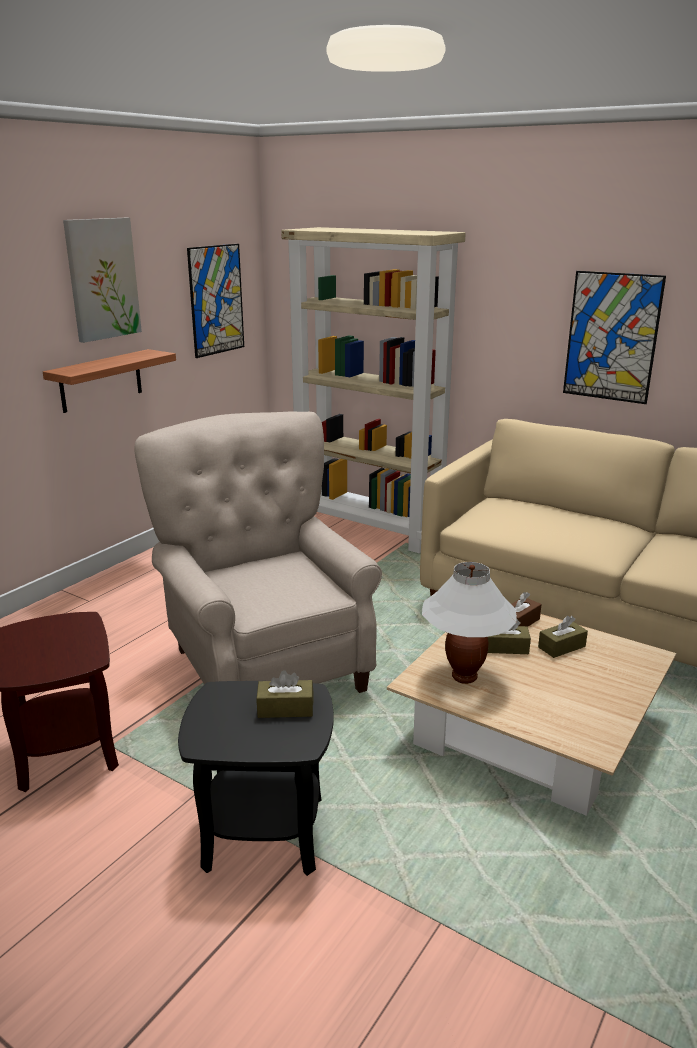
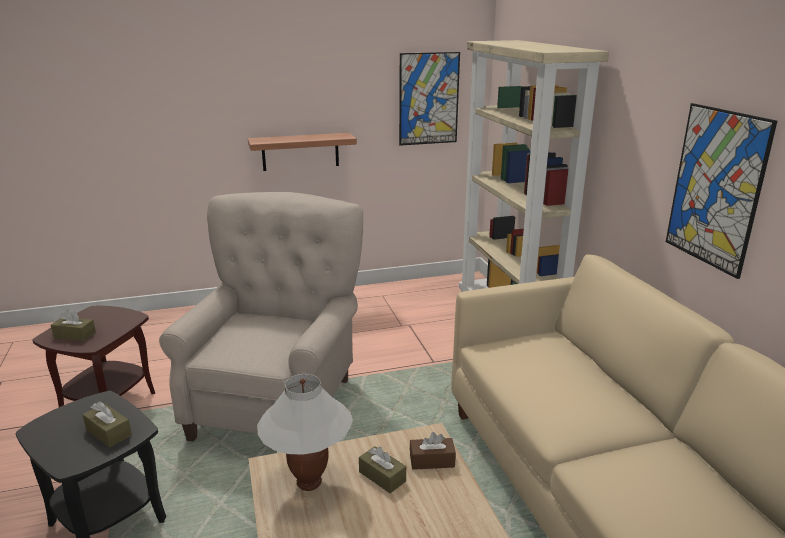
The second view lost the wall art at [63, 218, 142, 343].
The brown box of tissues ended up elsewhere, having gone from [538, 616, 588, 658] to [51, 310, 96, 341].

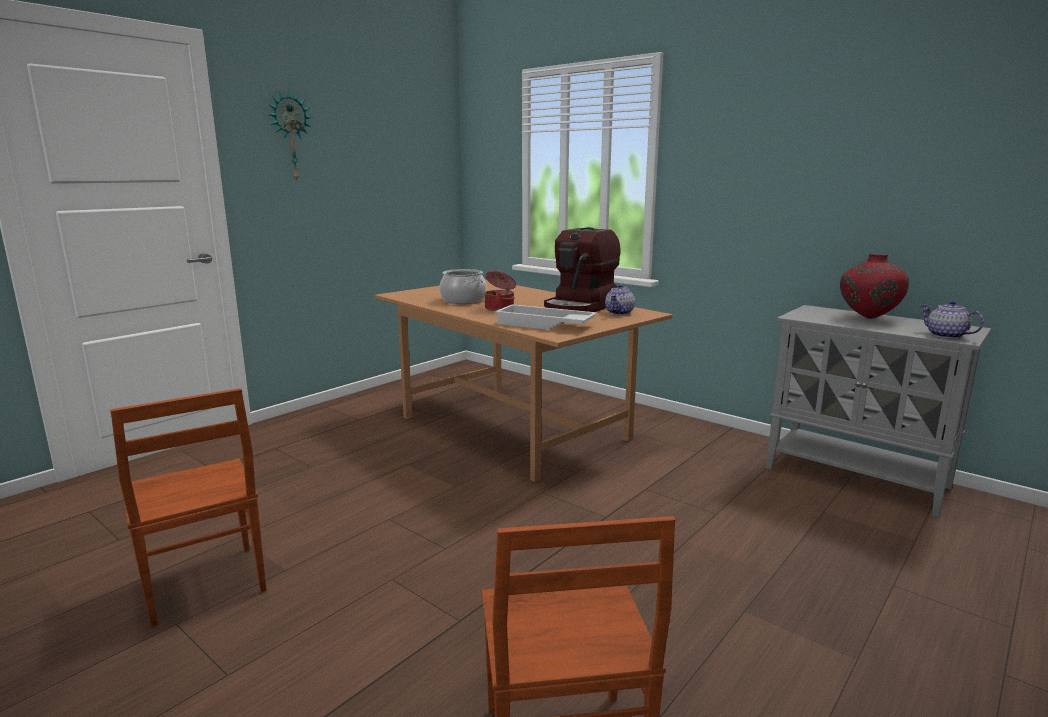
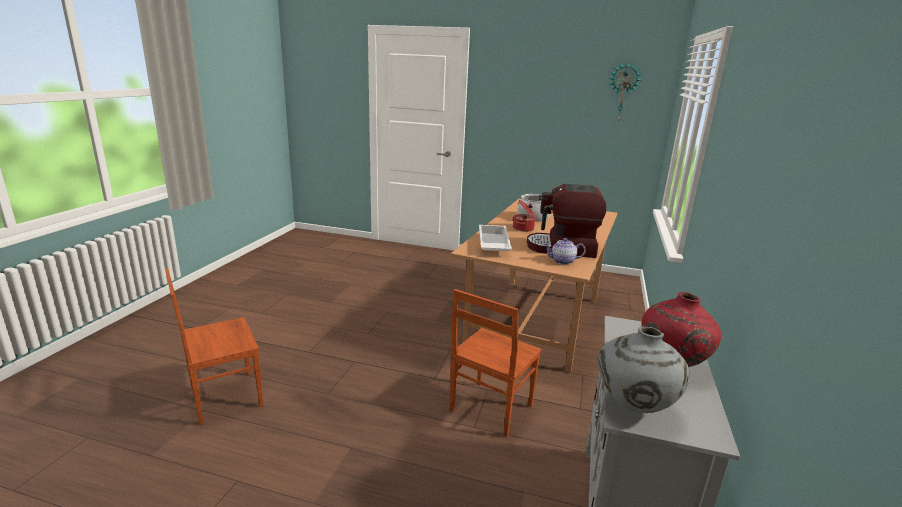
The brown chair ended up elsewhere, having gone from [110, 388, 266, 627] to [450, 289, 542, 437].
The hanging clock ended up elsewhere, having gone from [268, 90, 312, 182] to [609, 63, 642, 122].
Where the pot for tea stood at [920, 300, 984, 339], the gray flower vase came to stand at [598, 327, 690, 413].

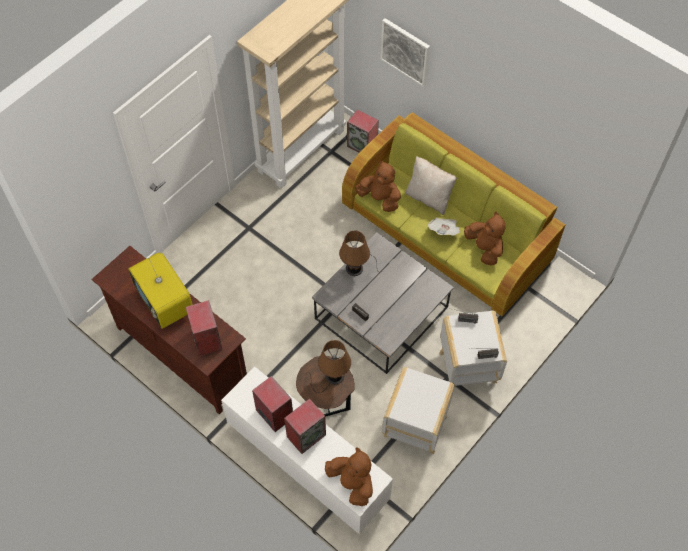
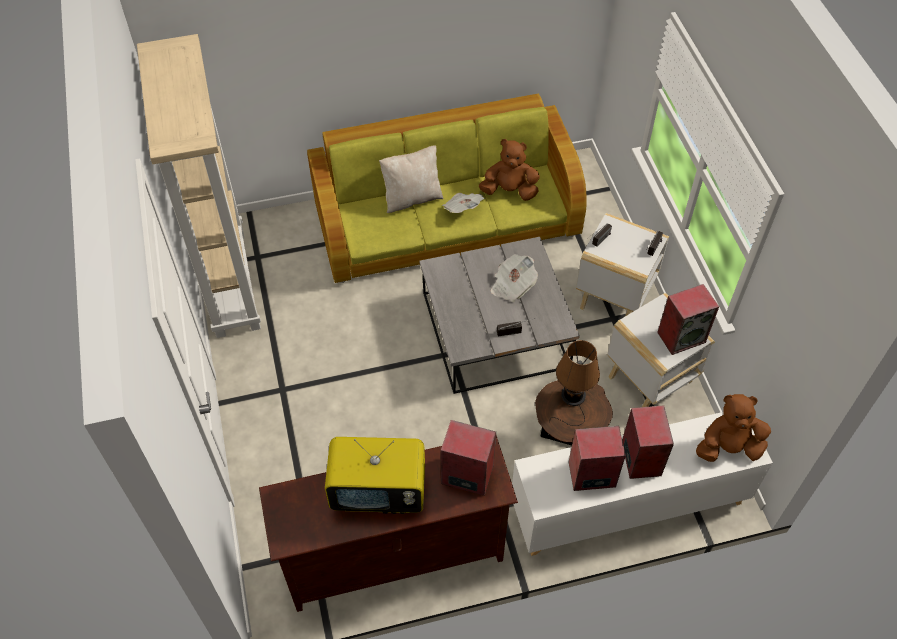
The second view lost the brown table lamp at [339, 231, 382, 276].
The second view lost the brown cuddly toy at [355, 160, 401, 212].
The second view lost the wall art at [381, 18, 430, 87].
The second view gained the printed paper at [491, 254, 538, 302].
The loudspeaker ended up elsewhere, having gone from [347, 109, 379, 153] to [657, 284, 719, 355].

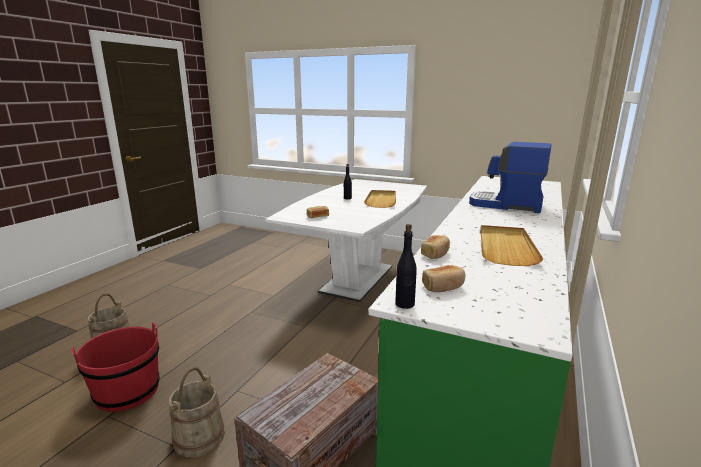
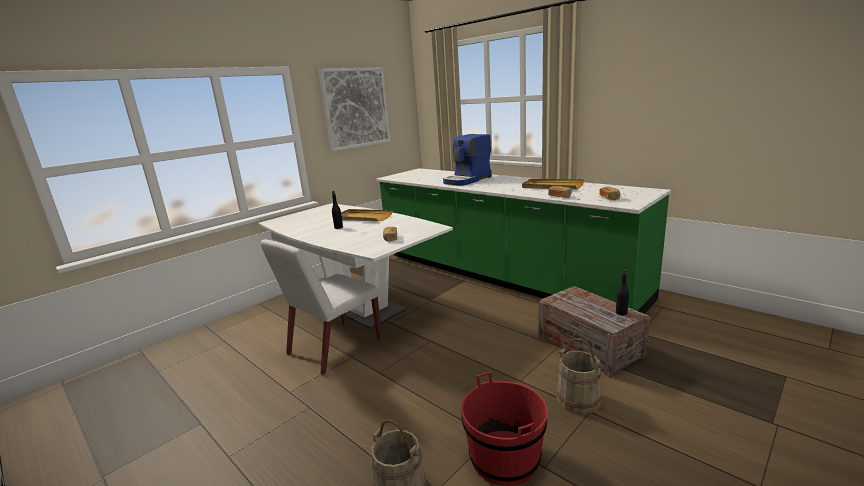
The second view gained the white-coloured chair at [260, 239, 382, 375].
The second view gained the wall art at [318, 67, 390, 152].
The black-coloured drink bottle ended up elsewhere, having gone from [395, 224, 417, 309] to [616, 269, 629, 315].

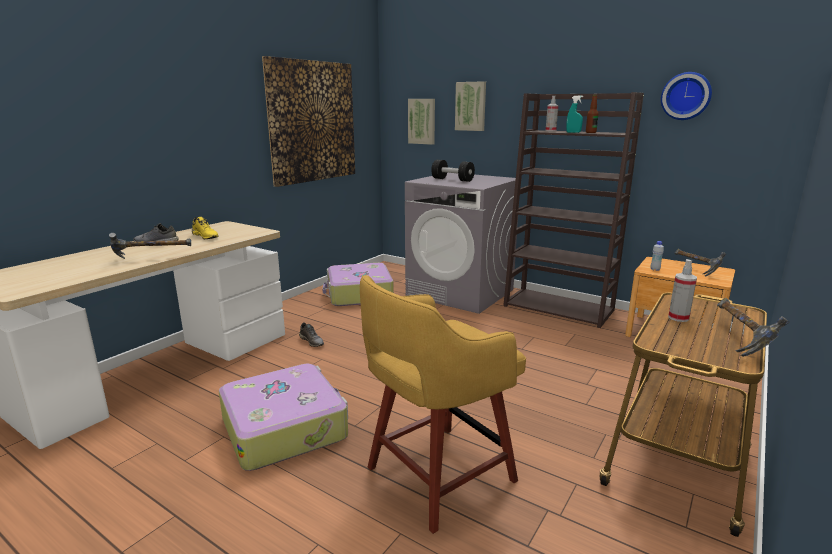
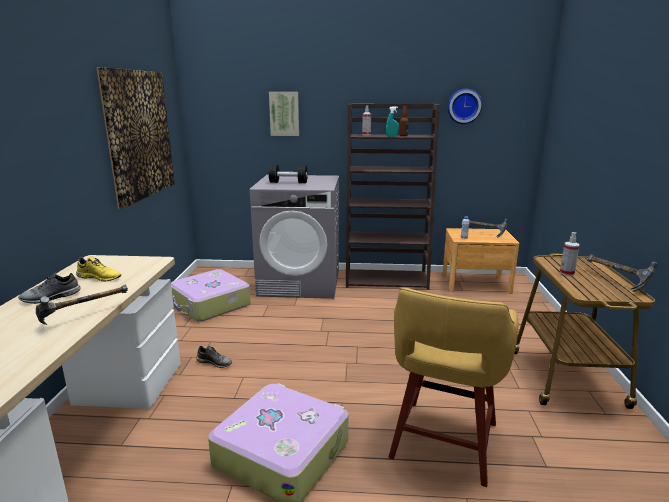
The second view lost the wall art at [408, 99, 435, 145].

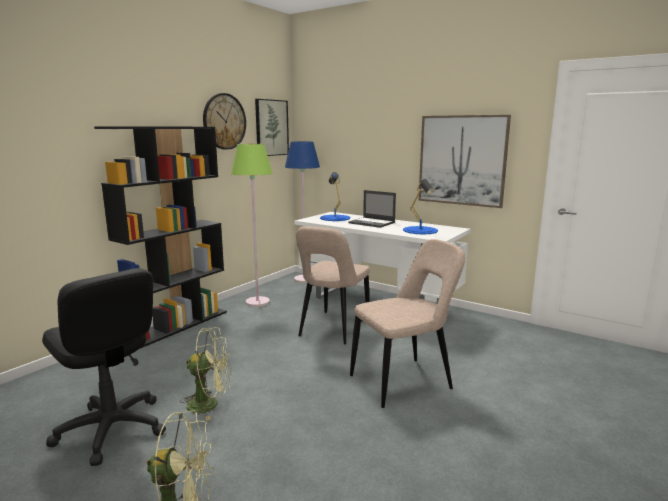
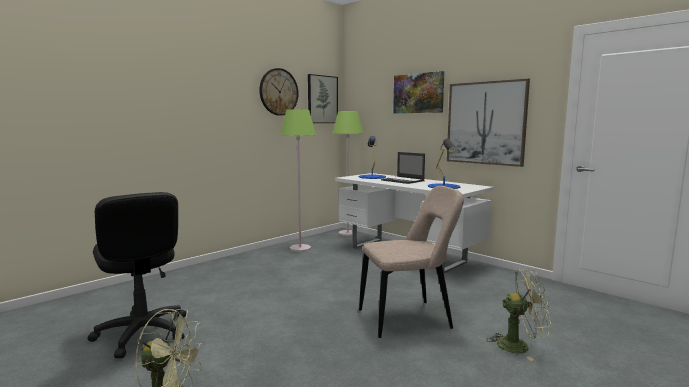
The second view lost the black-coloured shelving unit at [94, 126, 227, 348].
The second view lost the beige chair at [296, 226, 370, 344].
The second view gained the wall art at [393, 71, 445, 113].
The greenish electric fan ended up elsewhere, having gone from [180, 327, 231, 421] to [486, 269, 551, 361].
What was the blue-coloured floor lamp at [285, 141, 320, 283] turned into the greenish floor lamp at [333, 111, 363, 236].

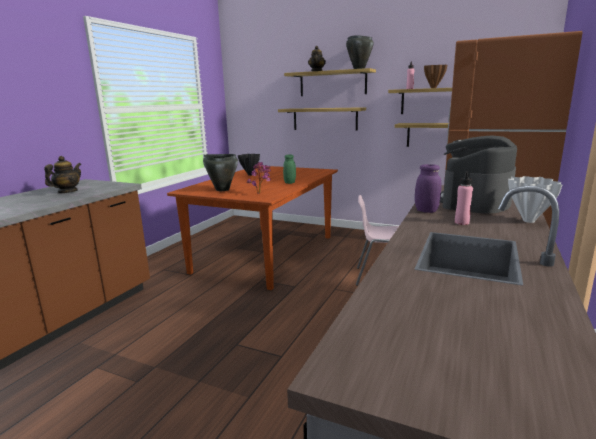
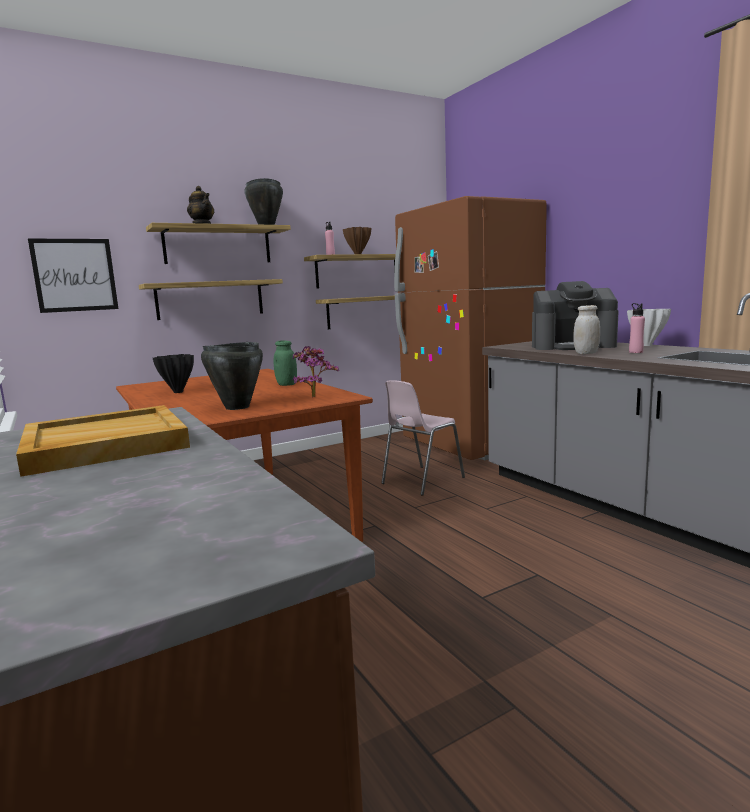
The second view gained the wall art at [28, 239, 118, 313].
Where the pot for tea stood at [44, 156, 81, 193], the beige carrying tray came to stand at [16, 405, 190, 477].
What was the purple-coloured preserve jar at [415, 164, 442, 213] turned into the white-coloured preserve jar at [573, 305, 600, 354].
The coffee maker at [440, 135, 517, 213] ended up facing another way, 60 degrees counterclockwise from before.

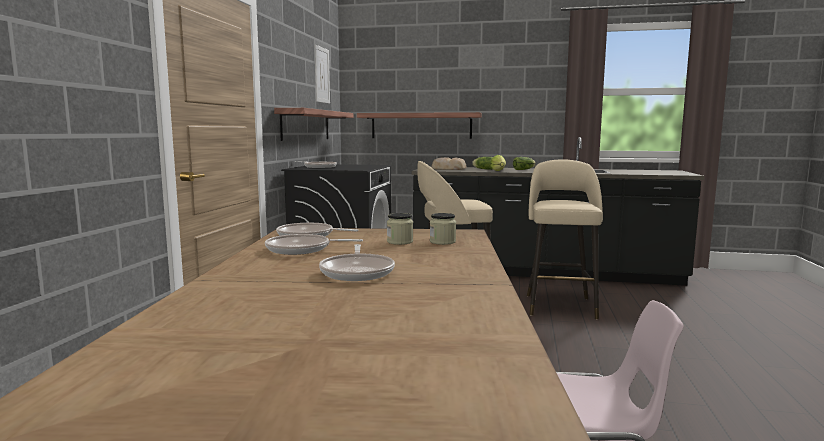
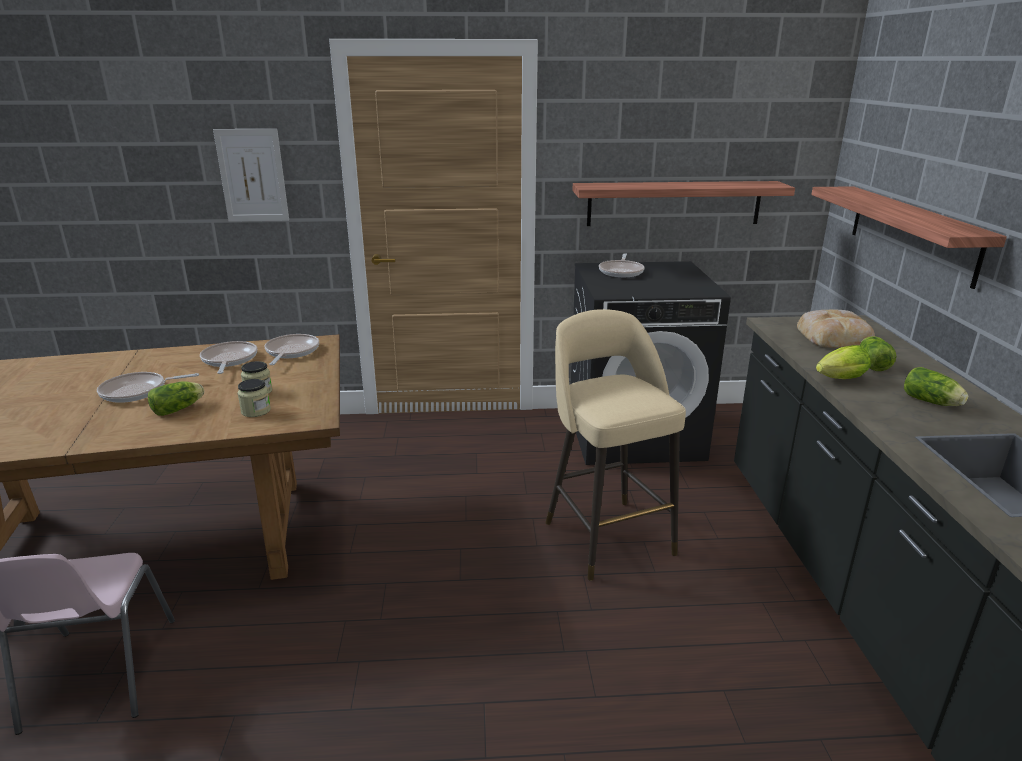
The second view lost the beige sitting stool at [527, 159, 603, 319].
The second view gained the lettuce at [148, 381, 204, 416].
The wall art ended up elsewhere, having gone from [314, 44, 330, 104] to [213, 129, 289, 222].

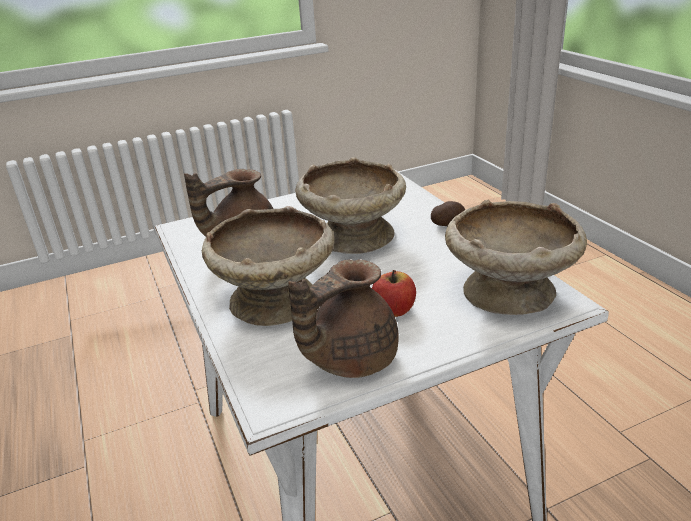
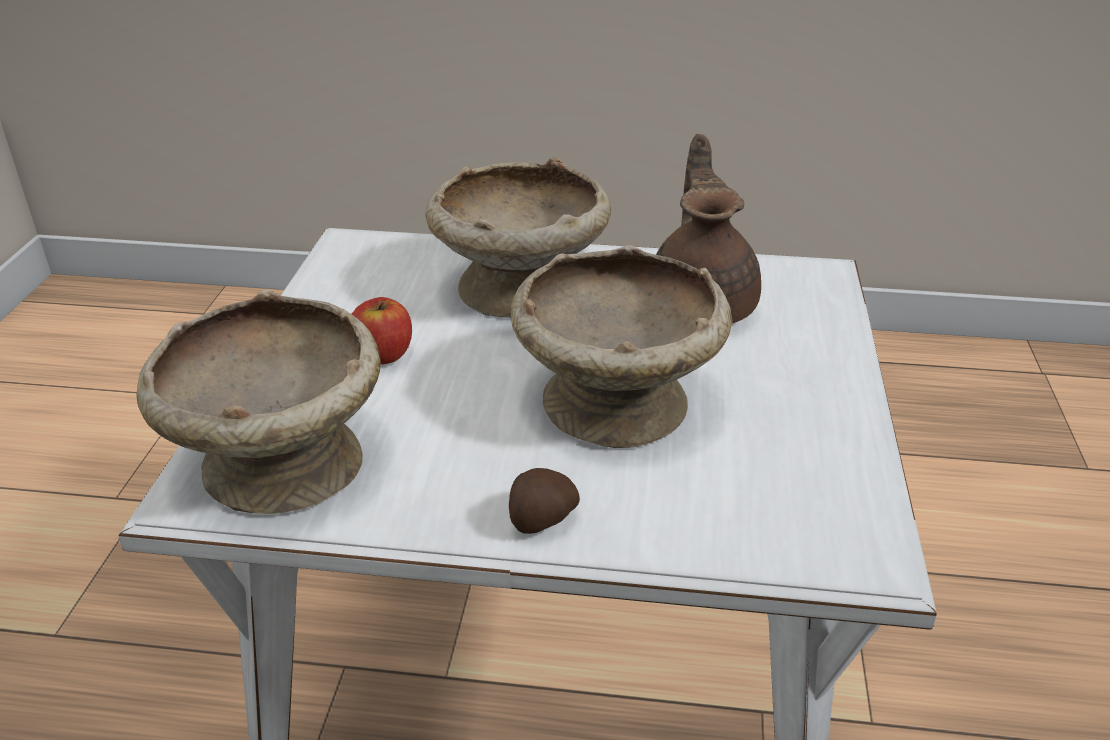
The second view lost the brown pot for tea at [288, 259, 399, 378].

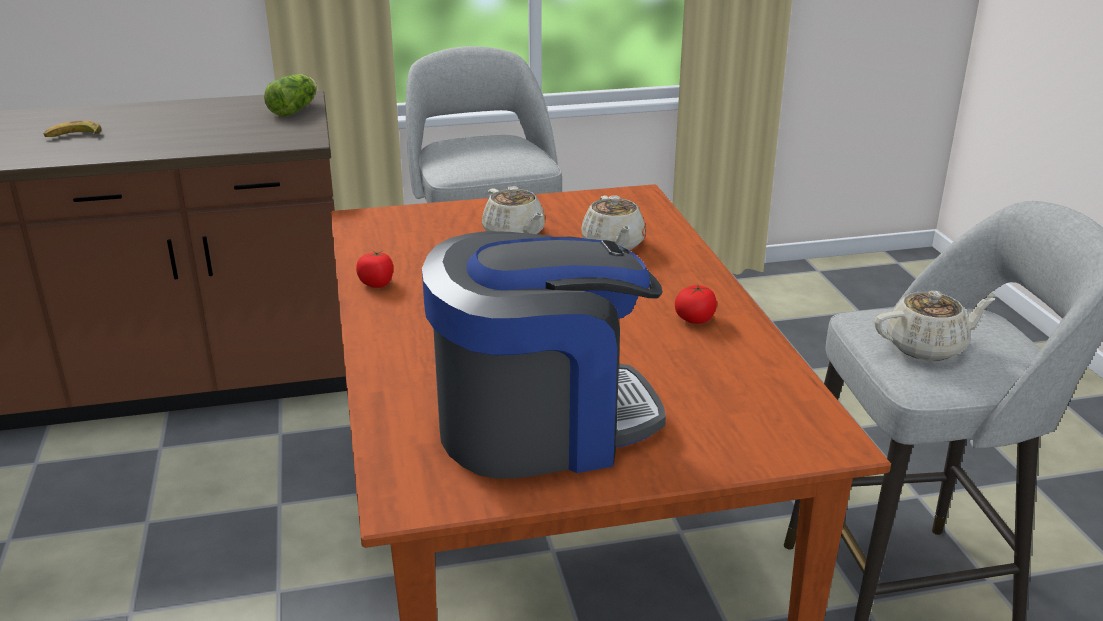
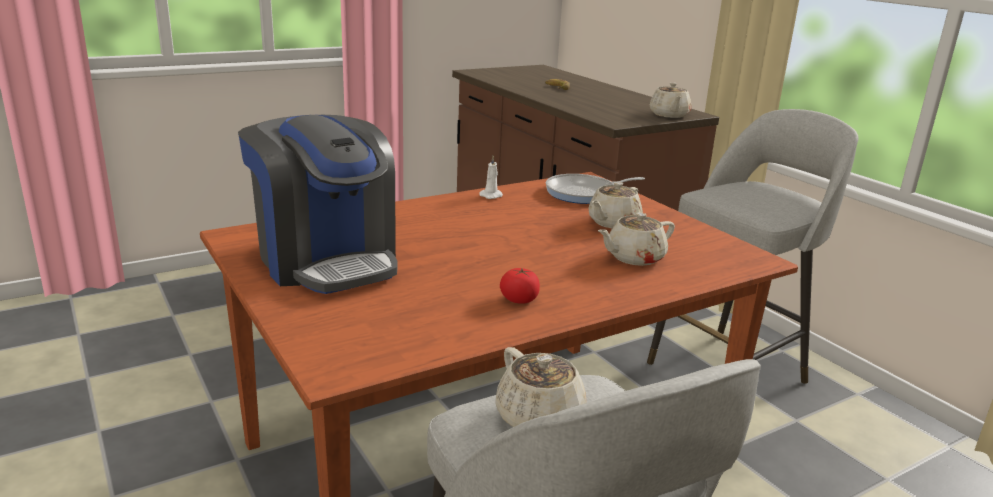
The second view gained the pan at [546, 174, 645, 204].
Where the lettuce stood at [264, 74, 317, 117], the beige pot for tea came to stand at [650, 82, 691, 118].
Where the tomato stood at [356, 250, 393, 288], the white-coloured wax light came to stand at [479, 156, 503, 199].

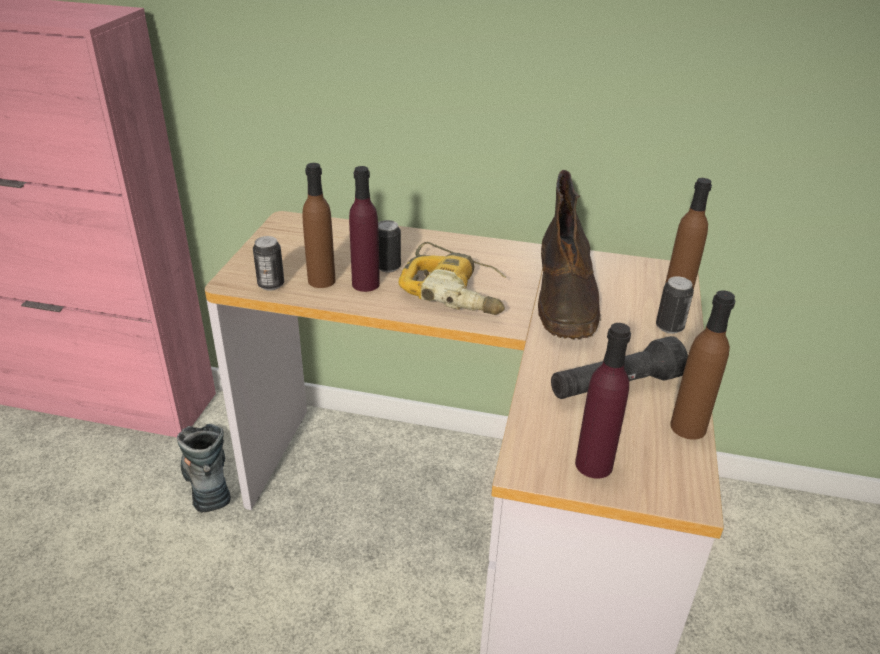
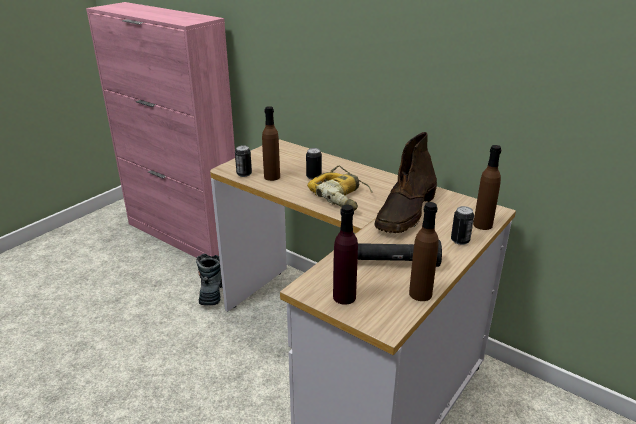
The second view lost the purple-coloured drink bottle at [349, 166, 380, 292].

